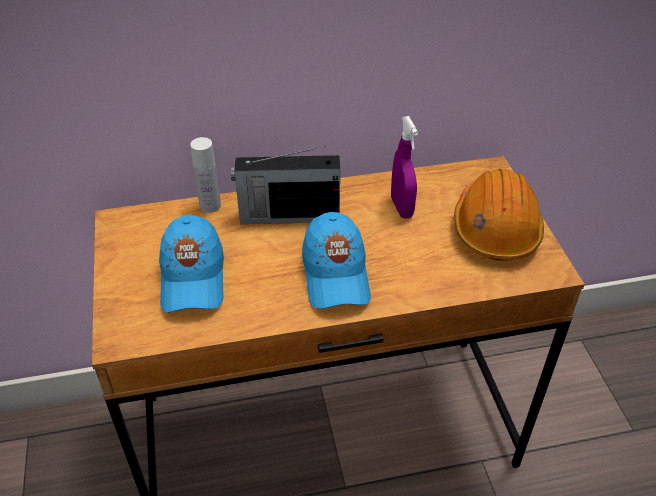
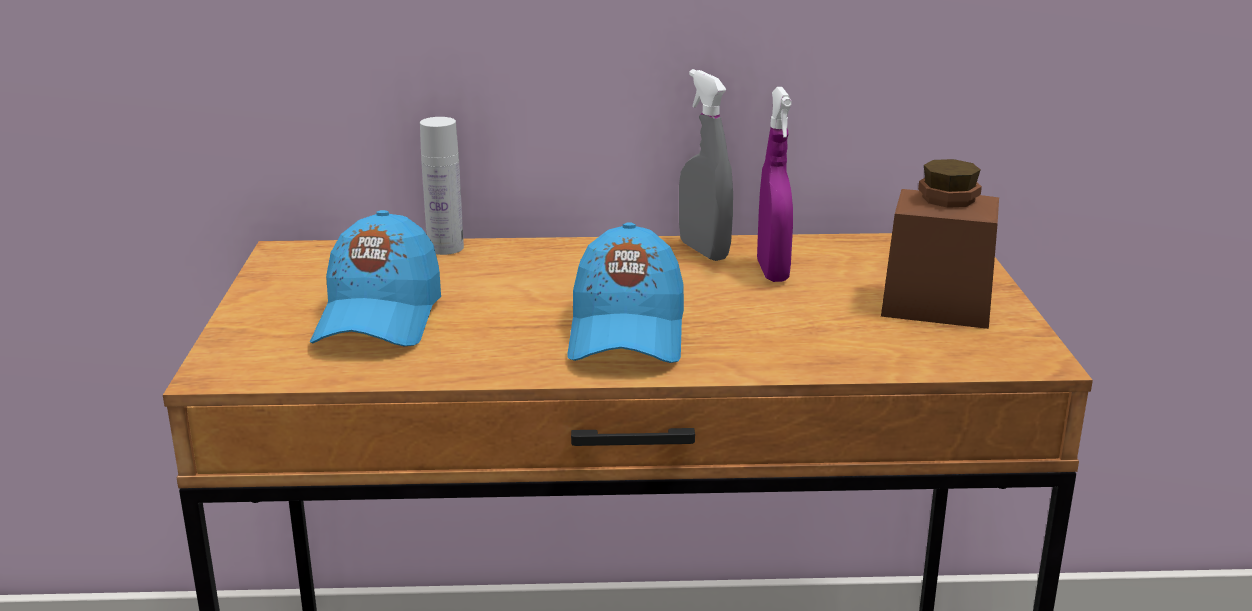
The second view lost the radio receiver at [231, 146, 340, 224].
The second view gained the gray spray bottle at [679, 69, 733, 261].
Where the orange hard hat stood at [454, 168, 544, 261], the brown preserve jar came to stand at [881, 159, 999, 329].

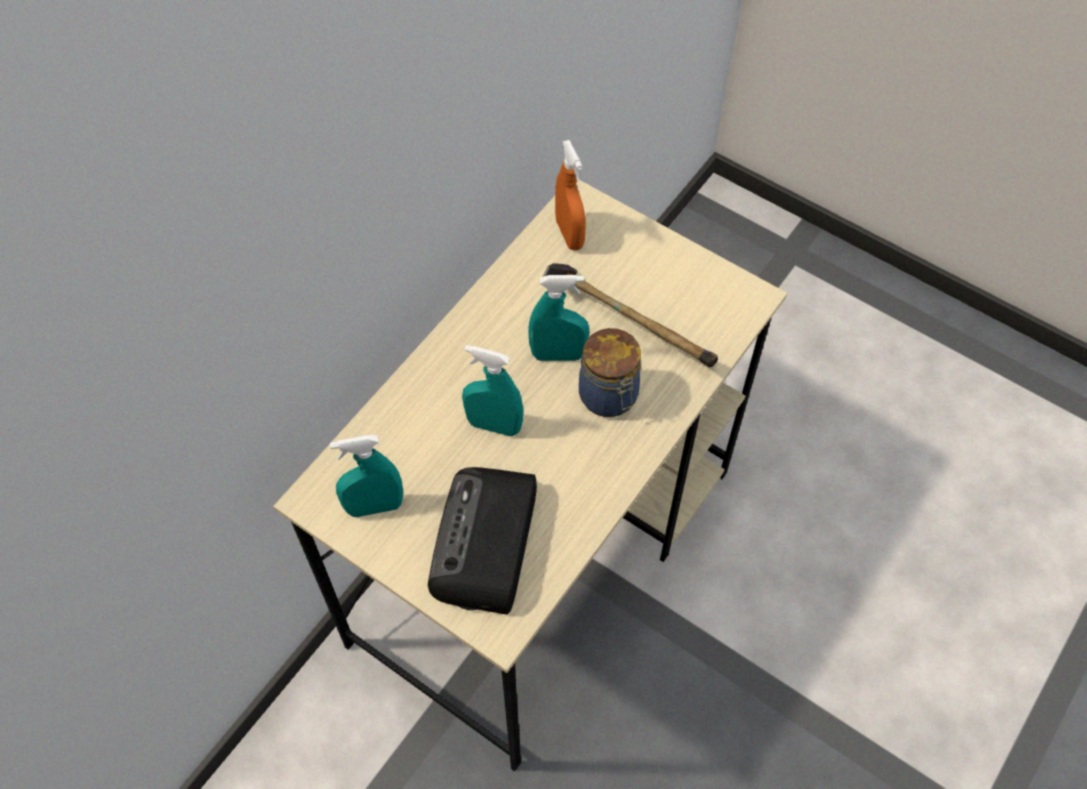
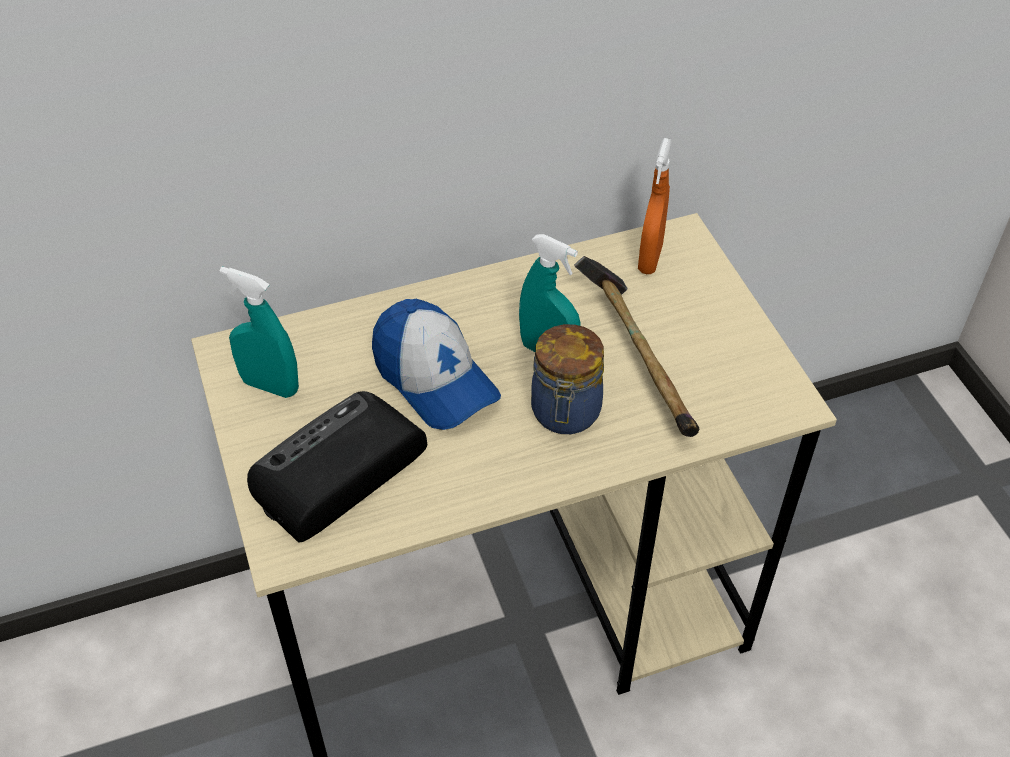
Where the blue-green spray bottle stood at [462, 345, 523, 436], the peaked cap came to stand at [372, 299, 501, 430].

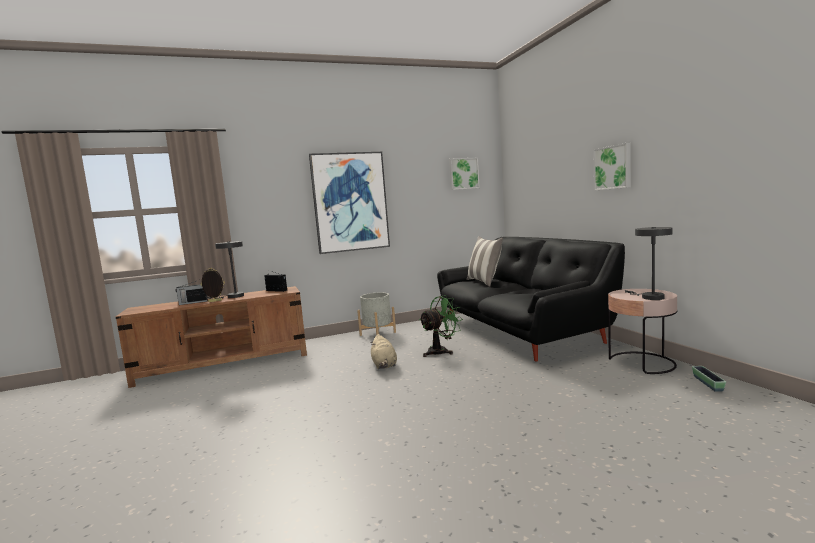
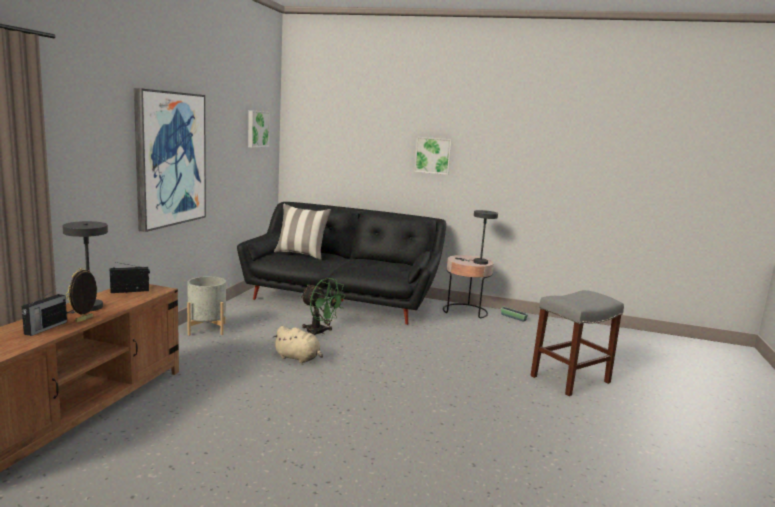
The second view gained the gray sitting stool at [530, 290, 624, 396].
The greenish electric fan at [419, 295, 463, 357] ended up facing another way, 120 degrees clockwise from before.

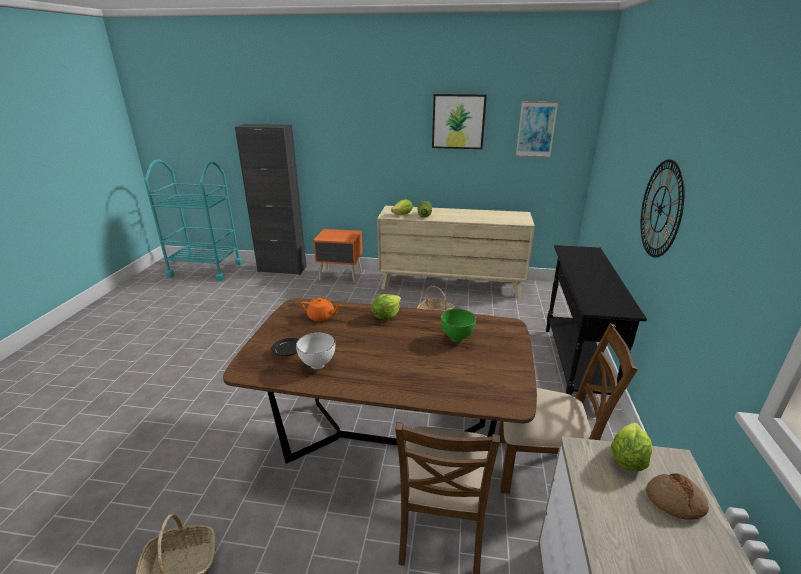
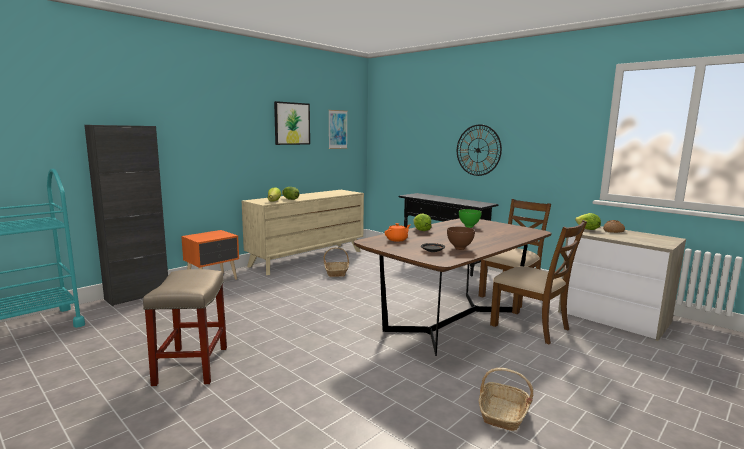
The second view gained the beige sitting stool at [143, 269, 227, 386].
What was the white-coloured serving bowl at [296, 332, 335, 369] turned into the brown serving bowl at [447, 227, 475, 250].

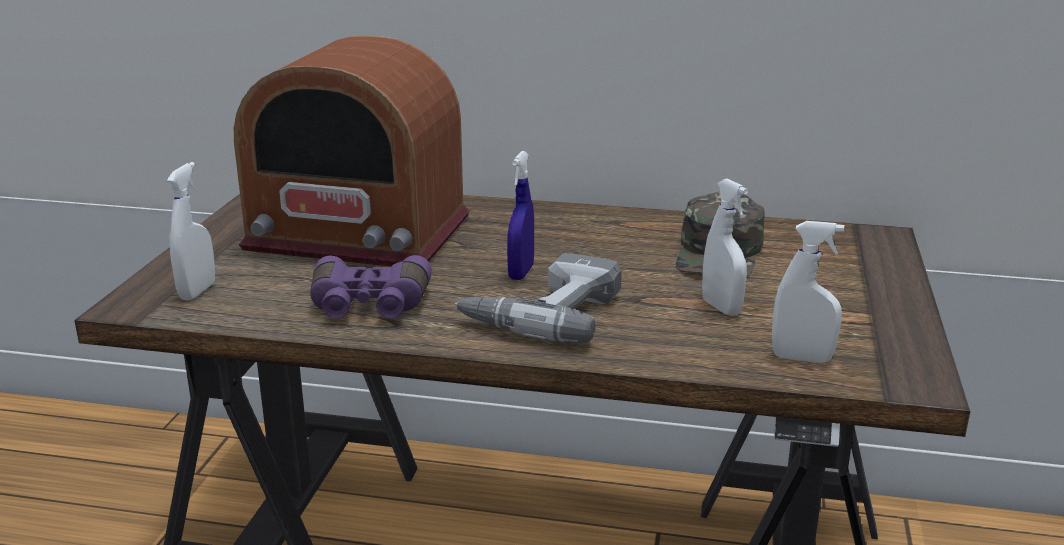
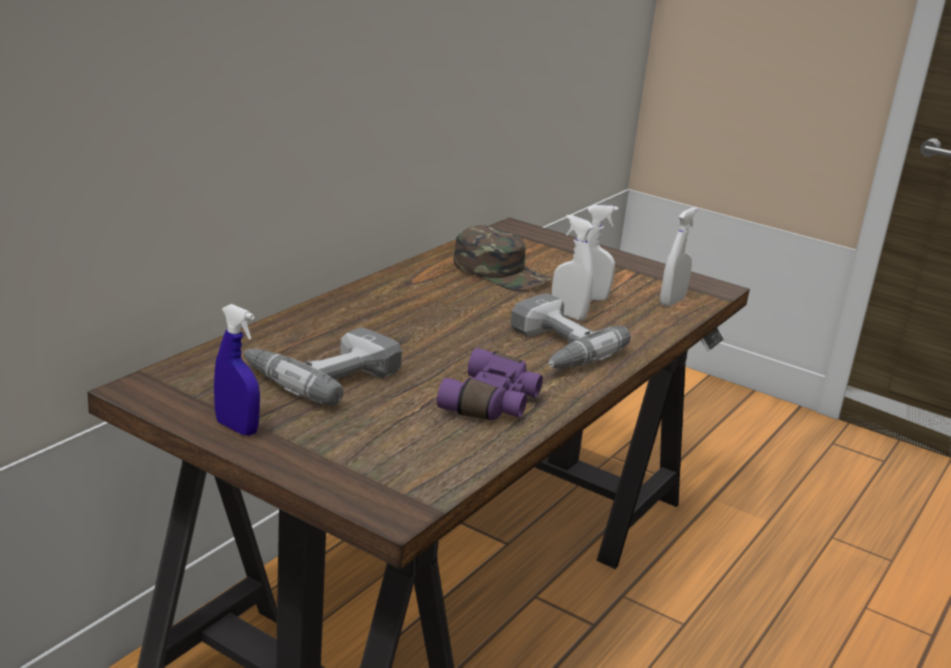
The white-coloured spray bottle ended up elsewhere, having gone from [167, 162, 215, 300] to [552, 215, 594, 321].
The blue-coloured spray bottle ended up elsewhere, having gone from [507, 151, 534, 280] to [214, 304, 260, 436].
Where the radio receiver stood at [234, 35, 470, 267], the electric drill came to stand at [244, 327, 402, 406].

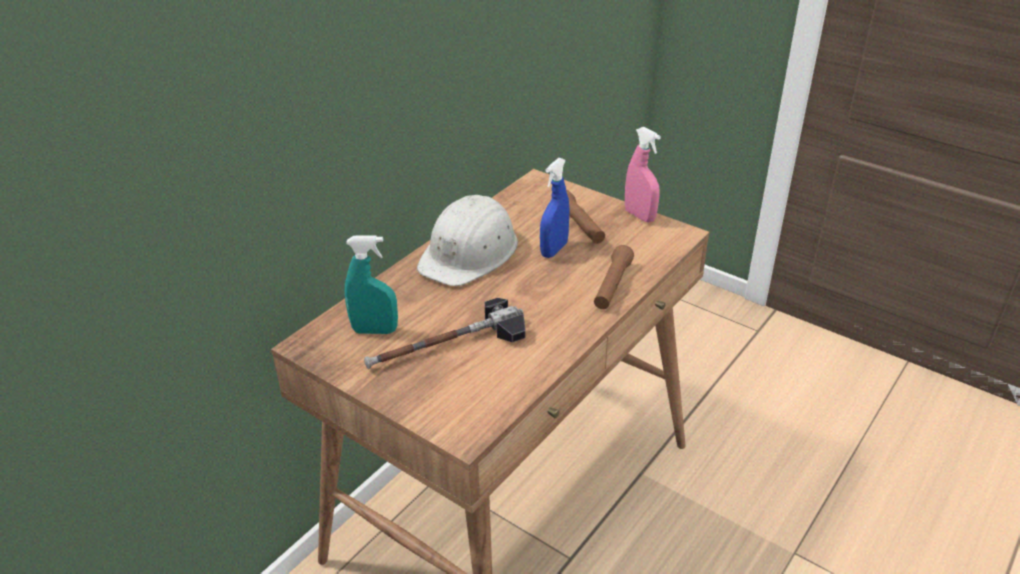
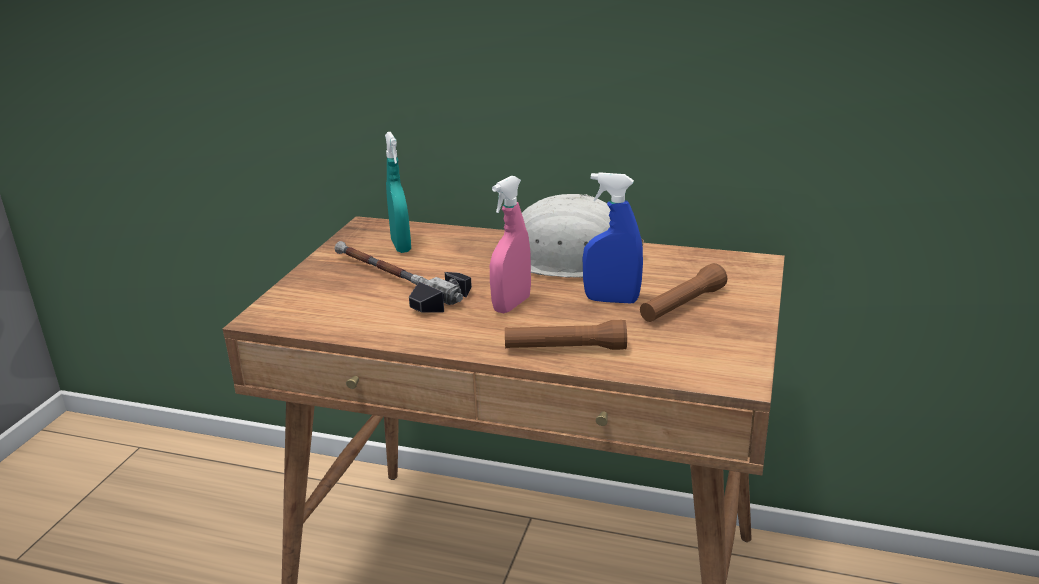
The pink spray bottle ended up elsewhere, having gone from [625, 127, 661, 222] to [490, 176, 531, 313].

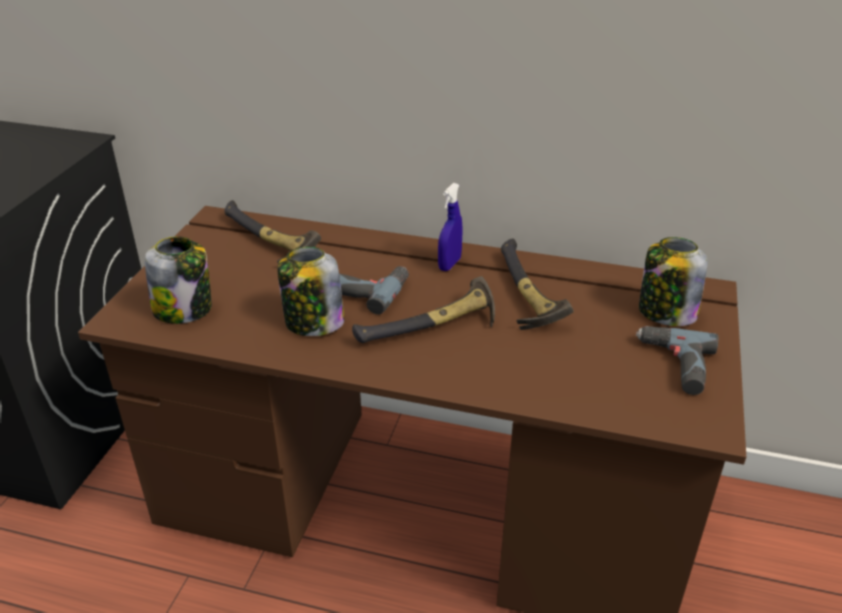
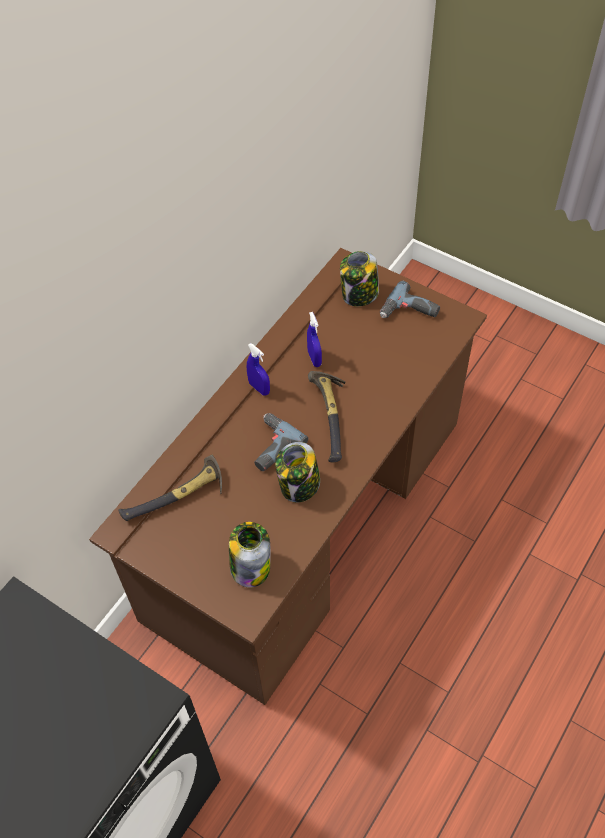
Where the tool hammer stood at [501, 239, 574, 330], the blue-coloured spray bottle came to stand at [307, 312, 322, 367].

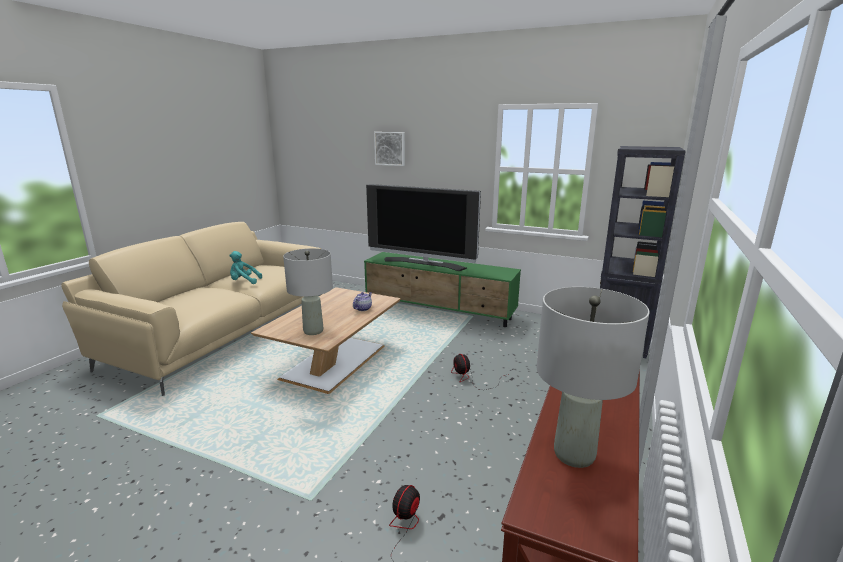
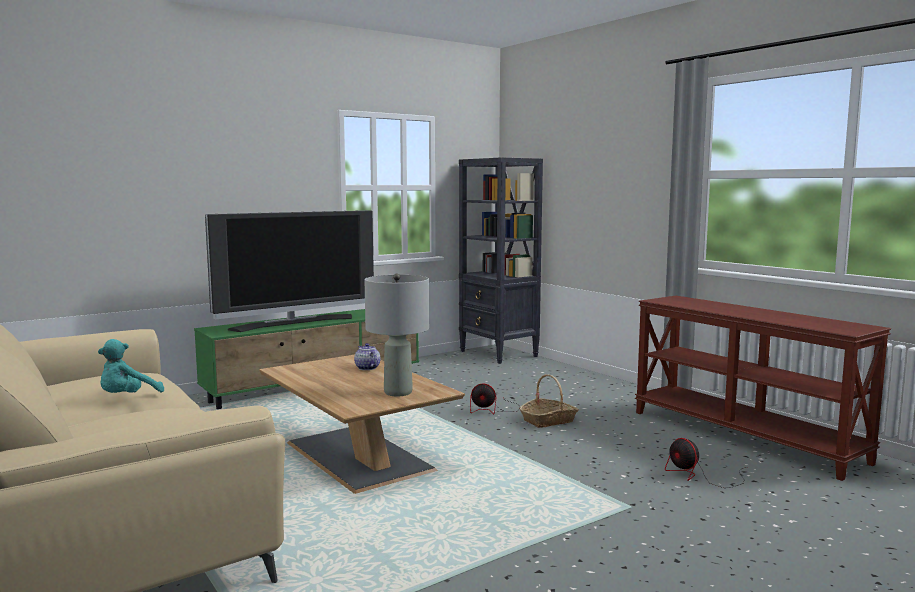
The second view lost the wall art at [374, 132, 405, 166].
The second view lost the gray table lamp at [537, 287, 650, 468].
The second view gained the basket at [520, 374, 579, 428].

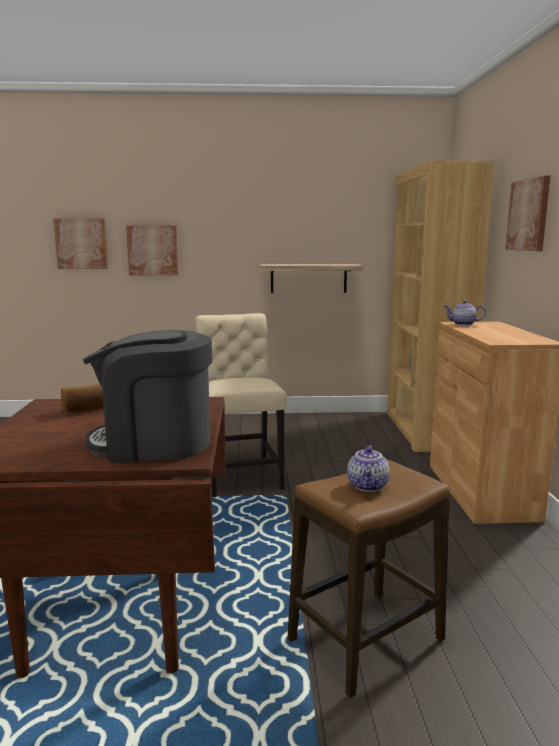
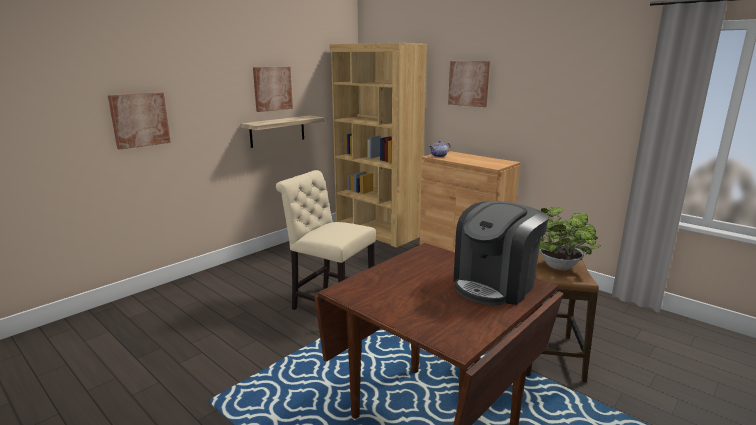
The second view lost the bread at [61, 384, 104, 412].
The wall art ended up elsewhere, having gone from [53, 218, 109, 269] to [253, 67, 293, 112].
Where the pot for tea stood at [347, 445, 390, 492], the plant in a pot came to stand at [539, 207, 601, 270].

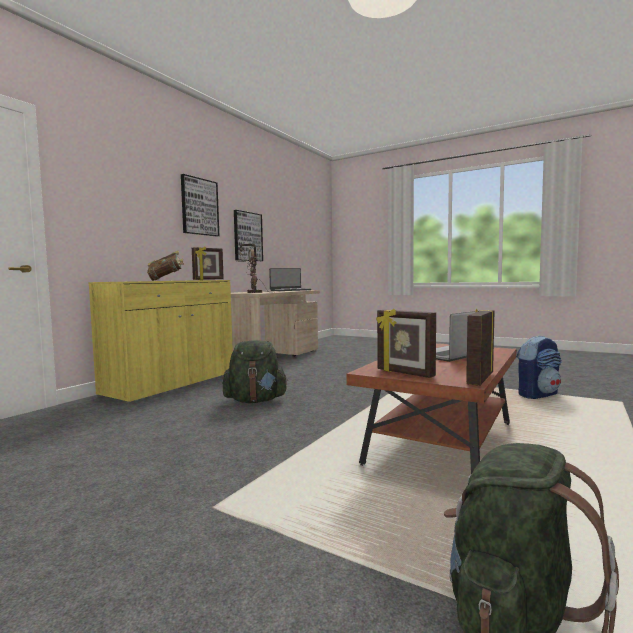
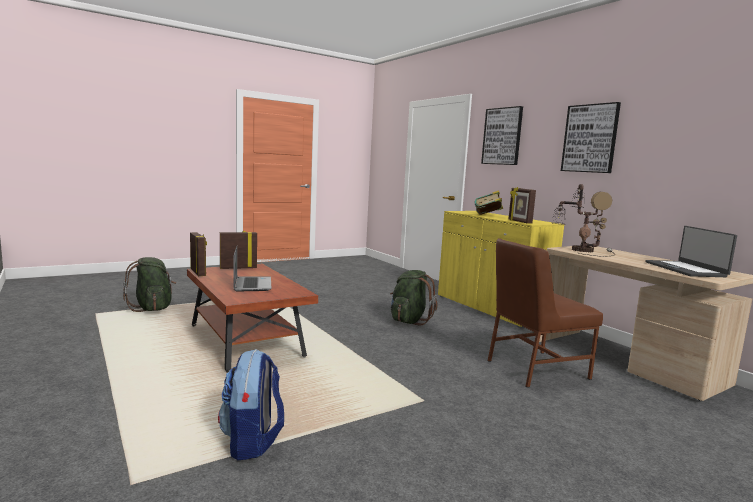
The second view gained the brown chair at [487, 238, 603, 388].
The wall art ended up elsewhere, having gone from [234, 210, 263, 261] to [481, 106, 523, 165].

